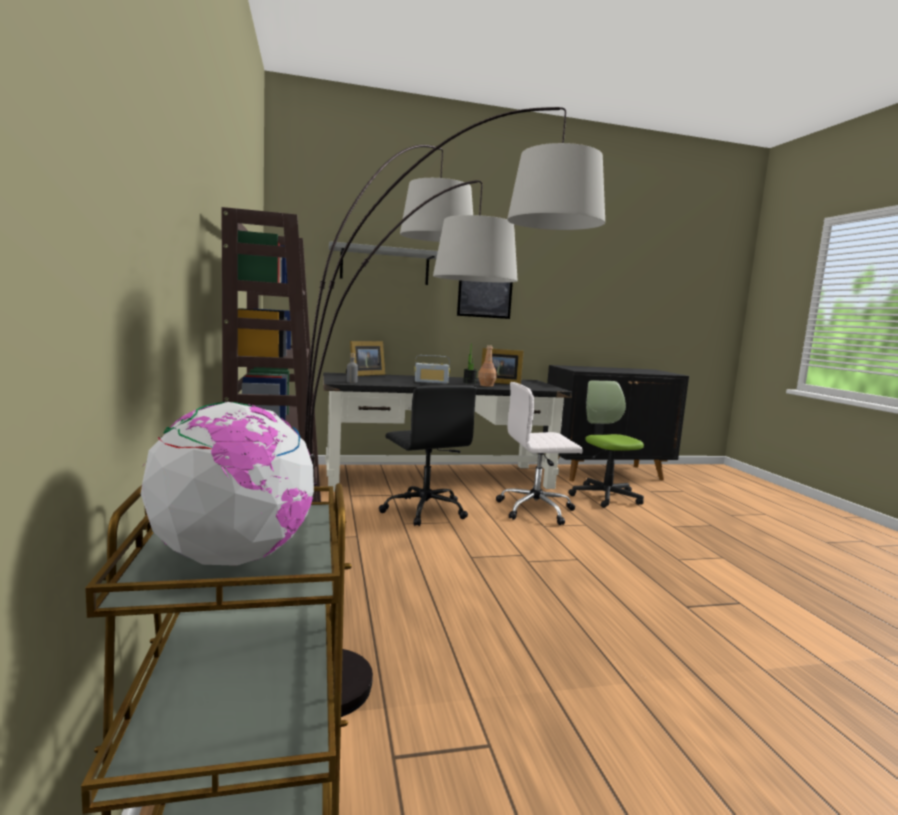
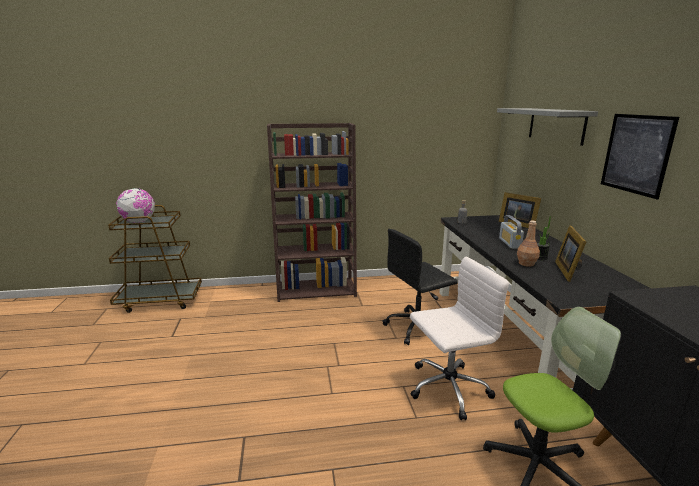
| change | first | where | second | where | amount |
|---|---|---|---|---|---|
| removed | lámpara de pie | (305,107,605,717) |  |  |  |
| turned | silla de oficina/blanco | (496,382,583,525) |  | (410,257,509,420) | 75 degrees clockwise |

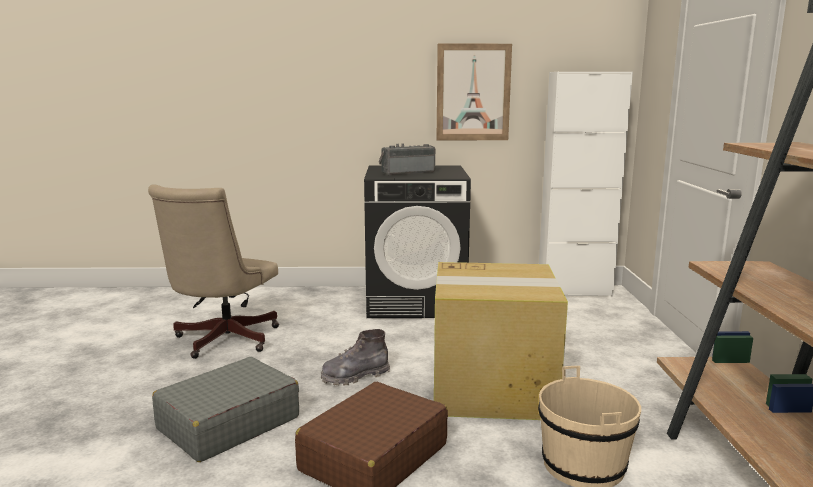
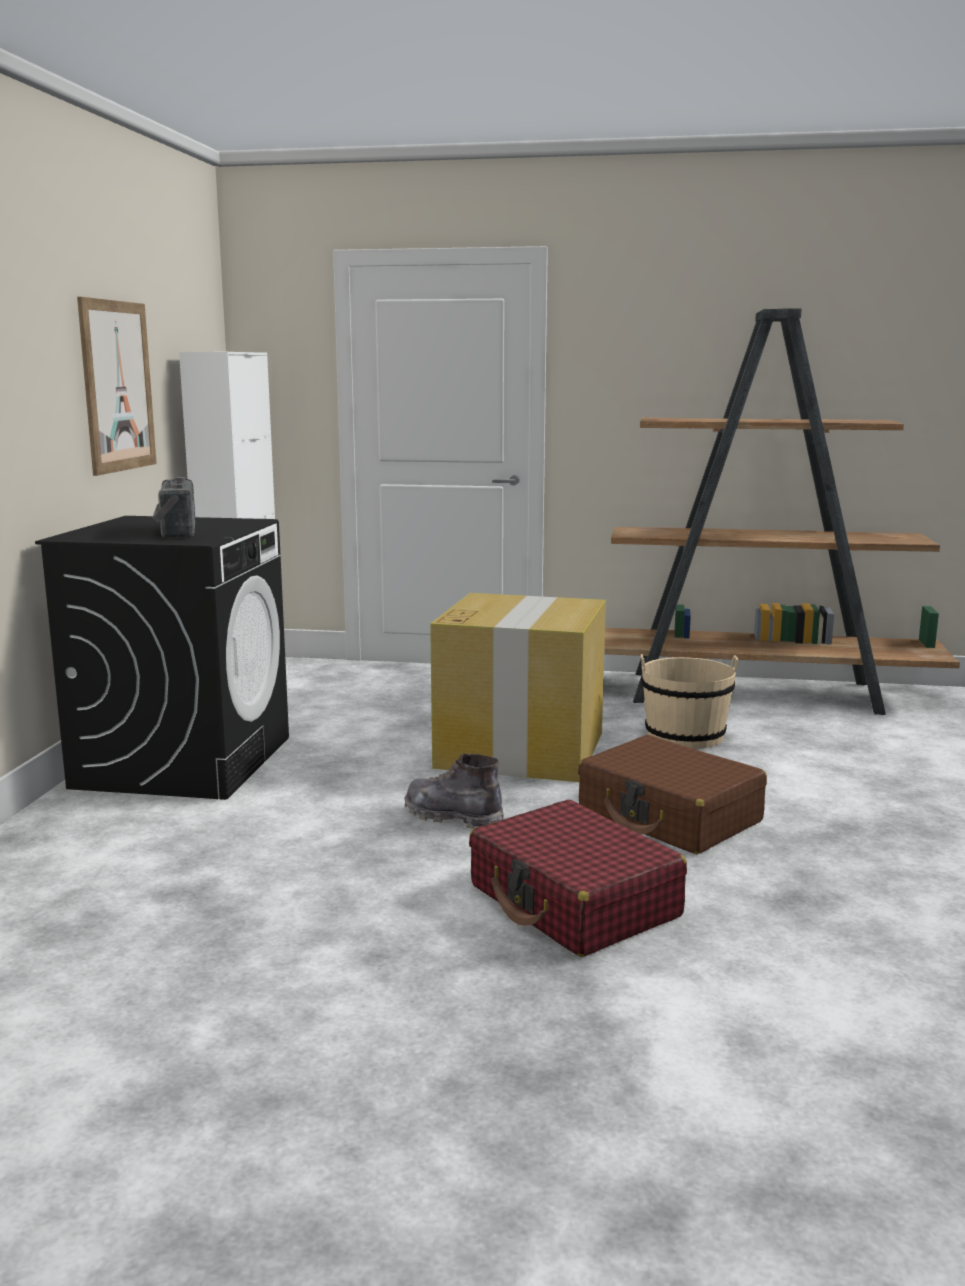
| change | first | where | second | where | amount |
|---|---|---|---|---|---|
| removed | silla de oficina/beis | (148,185,279,359) |  |  |  |
| recoloured | maleta/gris | (152,357,299,462) | maleta/rojo | (469,800,687,957) |  |
| turned | bota/gris | (321,329,390,386) |  | (405,753,504,829) | 135 degrees clockwise |

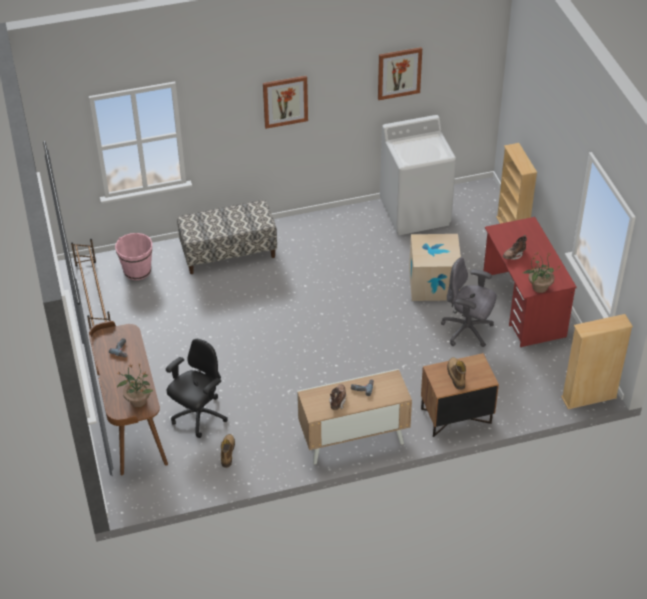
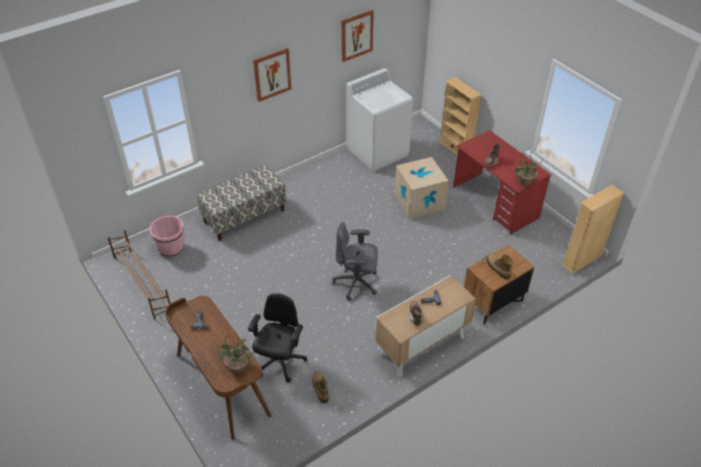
| change | first | where | second | where | amount |
|---|---|---|---|---|---|
| moved | silla de oficina/gris | (441,257,497,347) |  | (332,222,378,301) |  |

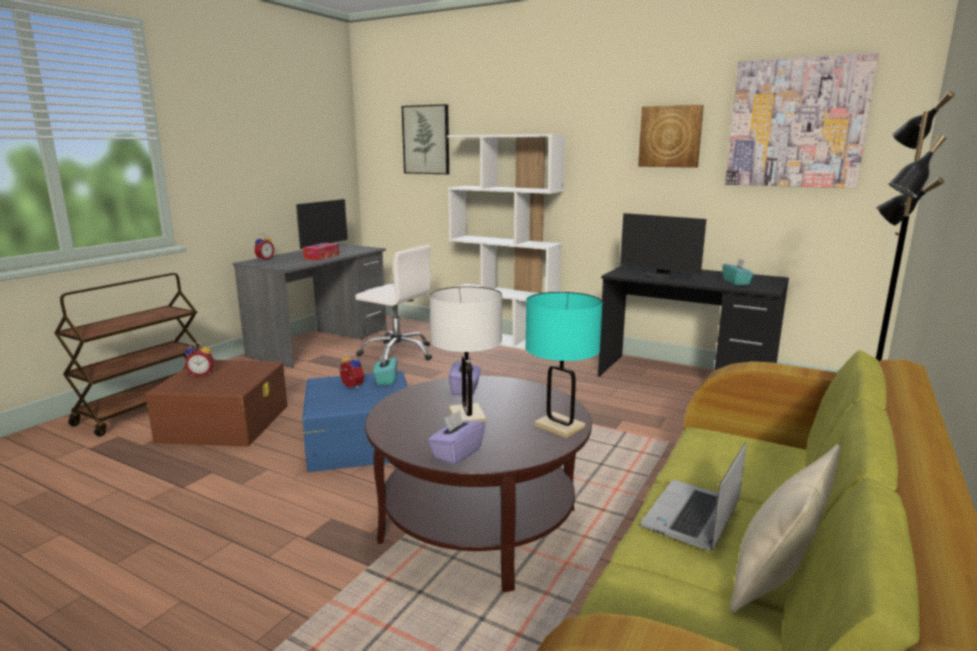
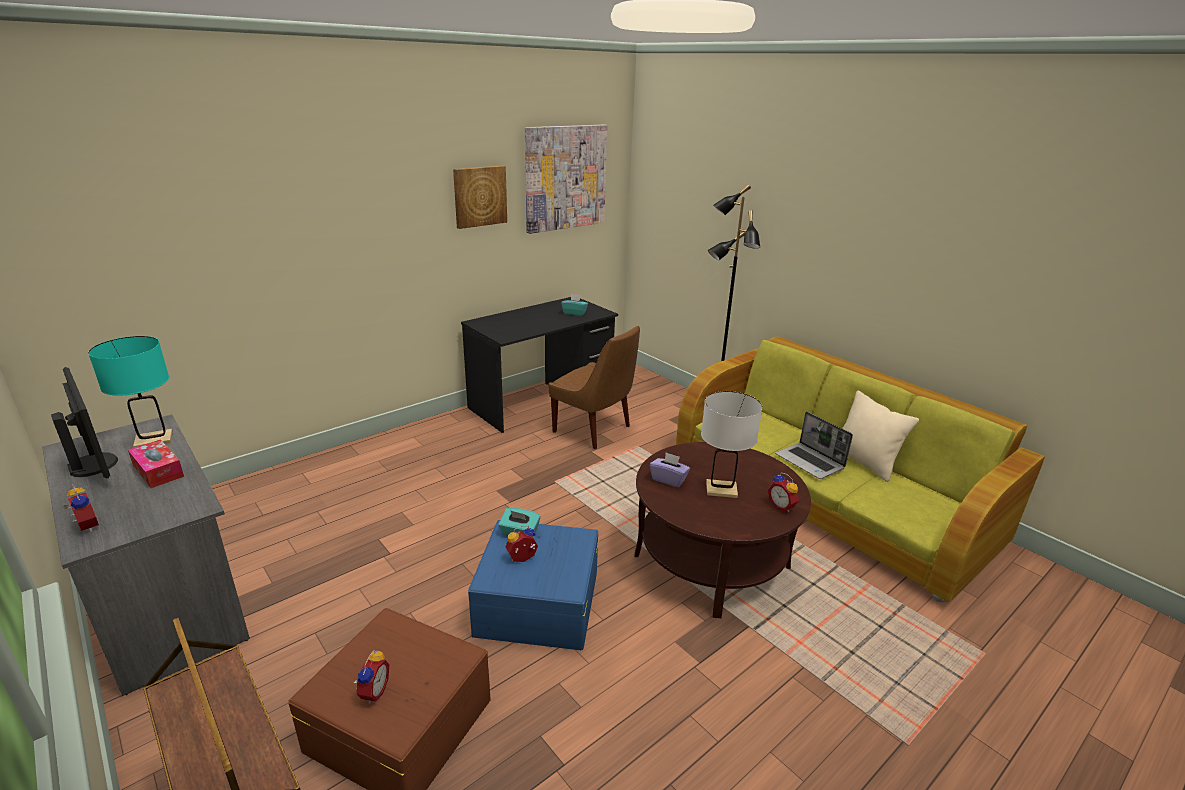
| change | first | where | second | where | amount |
|---|---|---|---|---|---|
| removed | silla de oficina/blanco | (355,245,432,361) |  |  |  |
| removed | cuadro | (402,104,449,174) |  |  |  |
| removed | estantería/blanco | (447,134,565,350) |  |  |  |
| removed | monitor | (620,213,706,279) |  |  |  |
| added |  |  | silla/marrón | (549,326,640,449) |  |
| moved | lámpara de mesa/turquesa | (525,292,603,438) |  | (88,336,173,448) |  |
| replaced | caja de pañuelos/morado | (428,410,485,465) | despertador | (768,472,799,512) |  |

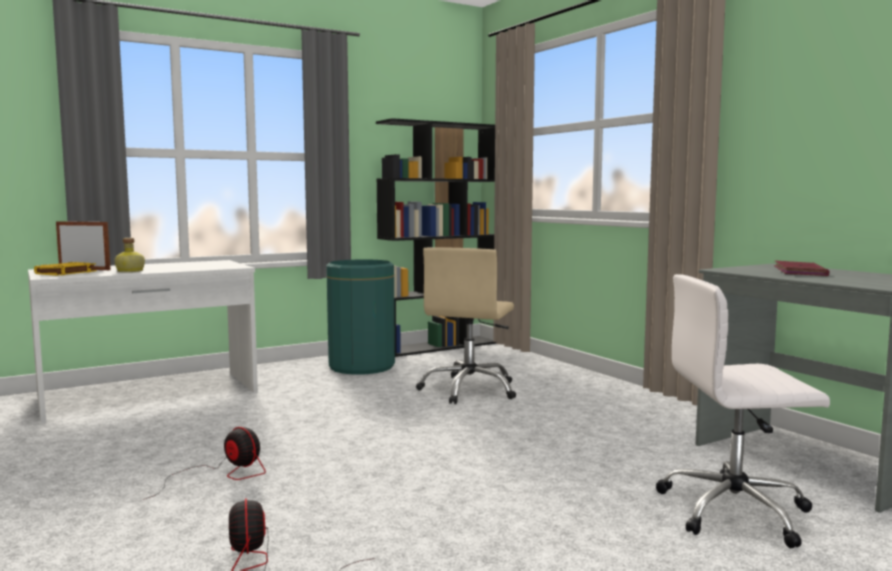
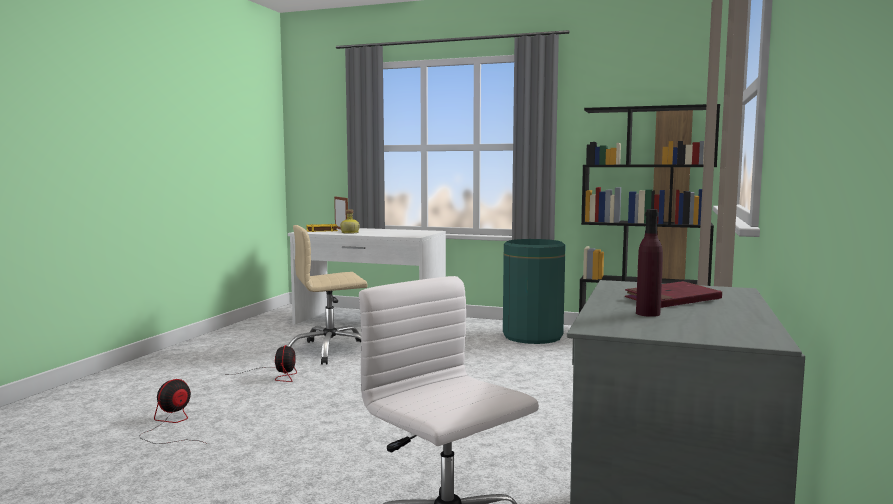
| change | first | where | second | where | amount |
|---|---|---|---|---|---|
| added |  |  | botella/morado | (636,209,663,317) |  |
| moved | silla de oficina/beis | (416,247,516,404) |  | (288,225,367,365) |  |

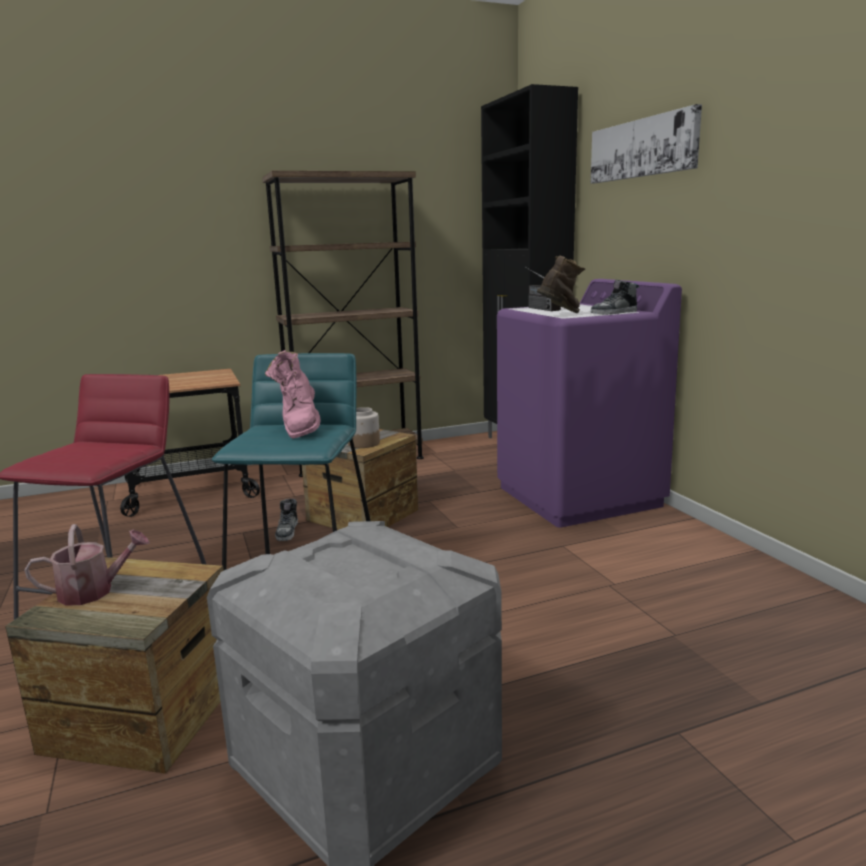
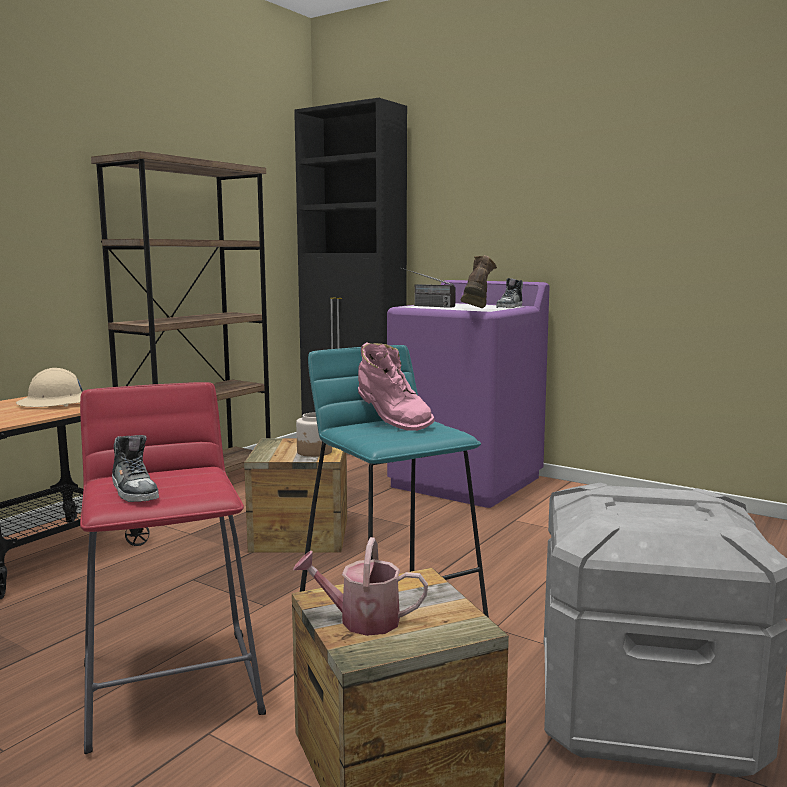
| change | first | where | second | where | amount |
|---|---|---|---|---|---|
| removed | cuadro | (591,104,702,183) |  |  |  |
| added |  |  | casco/beis | (16,368,83,407) |  |
| moved | zapato | (275,498,298,541) |  | (112,435,159,502) |  |
| turned | regadera | (24,524,150,606) |  | (293,537,428,636) | 120 degrees counterclockwise |

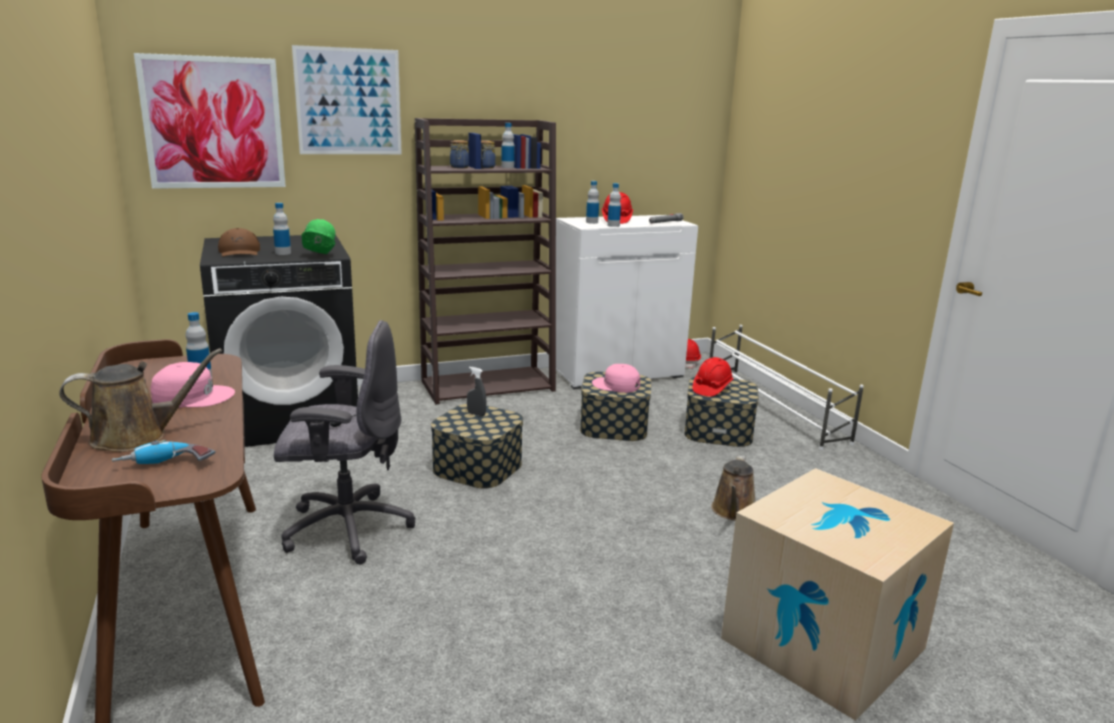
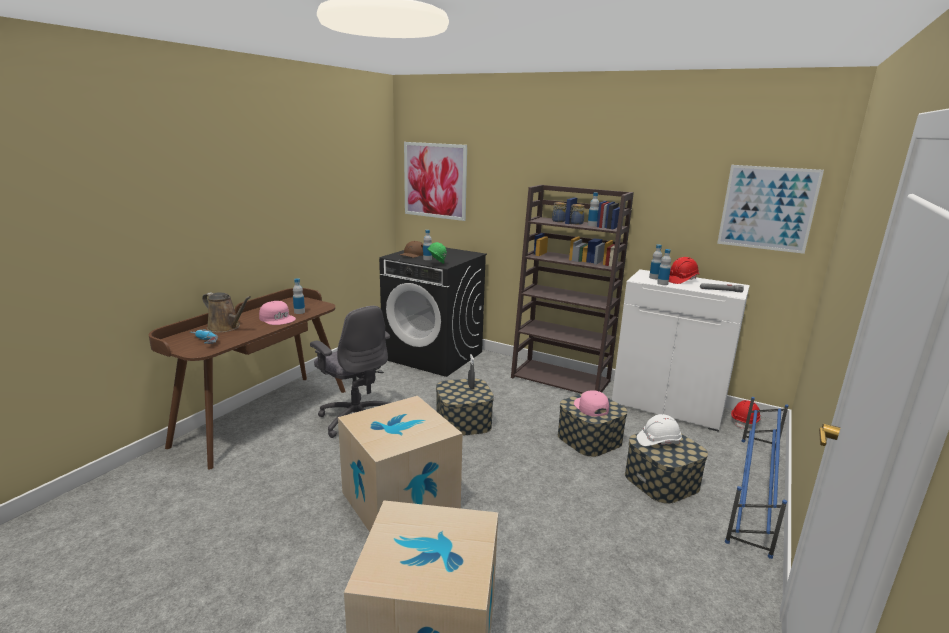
| change | first | where | second | where | amount |
|---|---|---|---|---|---|
| removed | regadera/marrón | (711,456,755,521) |  |  |  |
| added |  |  | caja de cartón | (338,396,463,532) |  |
| moved | cuadro | (292,45,402,154) |  | (717,165,824,254) |  |
| recoloured | casco/rojo | (692,357,733,397) | casco/blanco | (637,414,682,446) |  |
| recoloured | zapatero/blanco | (710,325,864,450) | zapatero/azul | (725,397,789,559) |  |

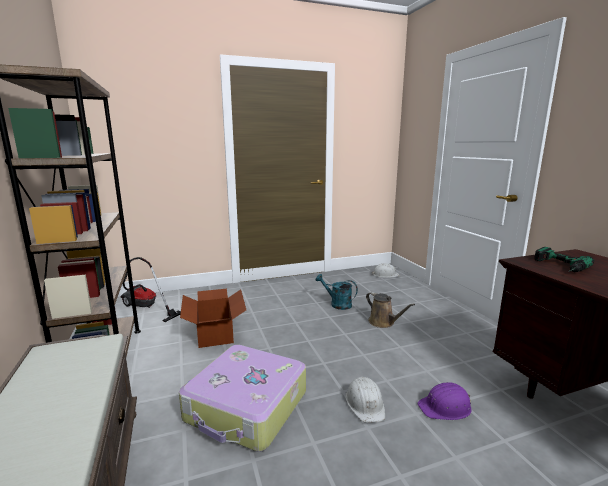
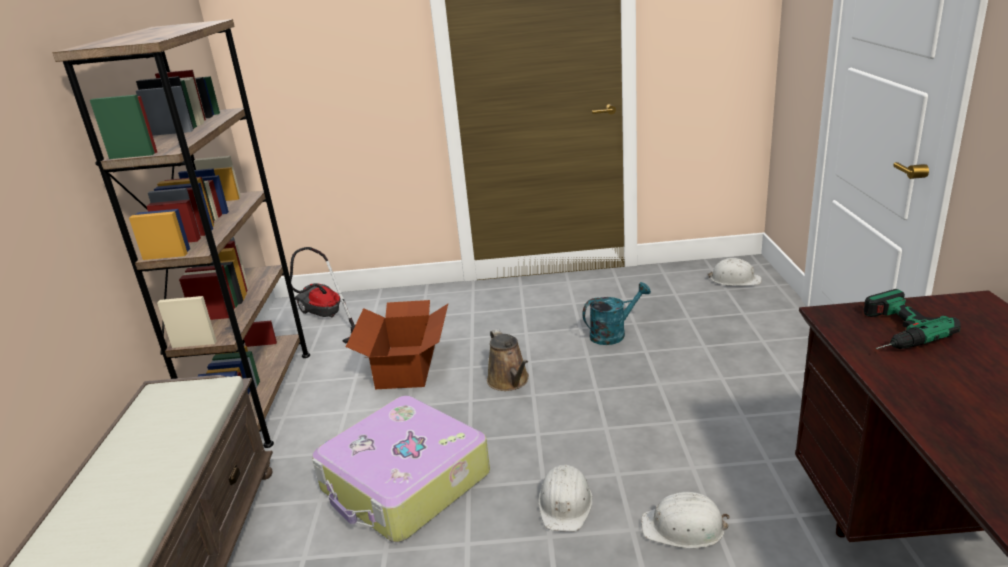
| change | first | where | second | where | amount |
|---|---|---|---|---|---|
| moved | regadera/marrón | (366,292,415,328) |  | (487,329,529,391) |  |
| recoloured | casco/morado | (418,383,472,420) | casco/blanco | (641,492,730,549) |  |
| turned | regadera/turquesa | (316,274,358,310) |  | (582,282,651,345) | 105 degrees clockwise |

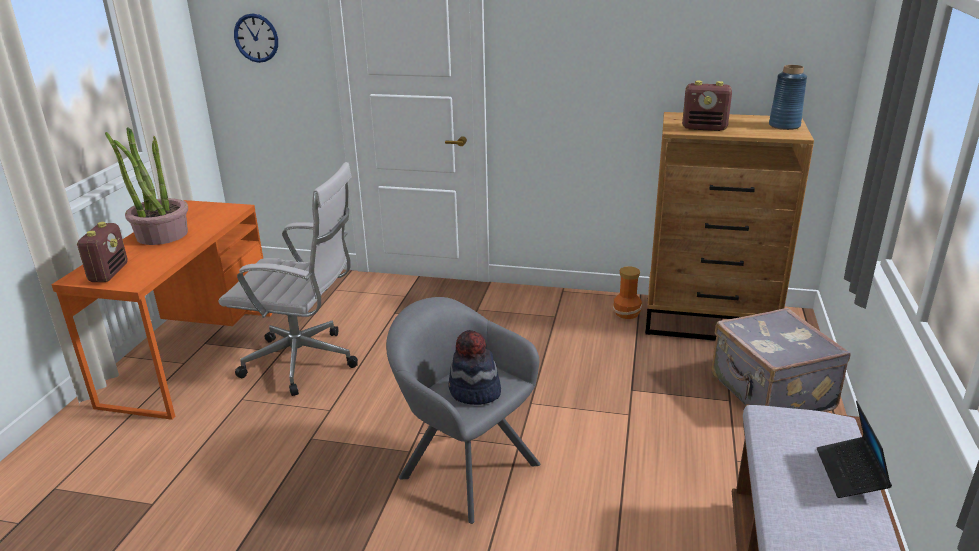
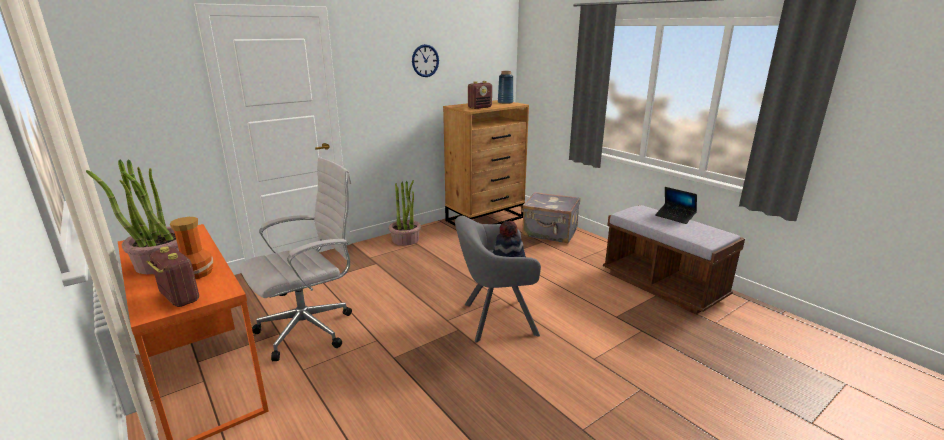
| change | first | where | second | where | amount |
|---|---|---|---|---|---|
| added |  |  | planta en maceta | (389,180,421,246) |  |
| moved | reloj de pared | (234,13,278,63) |  | (412,44,439,77) |  |
| moved | florero | (613,266,642,319) |  | (170,217,213,279) |  |

